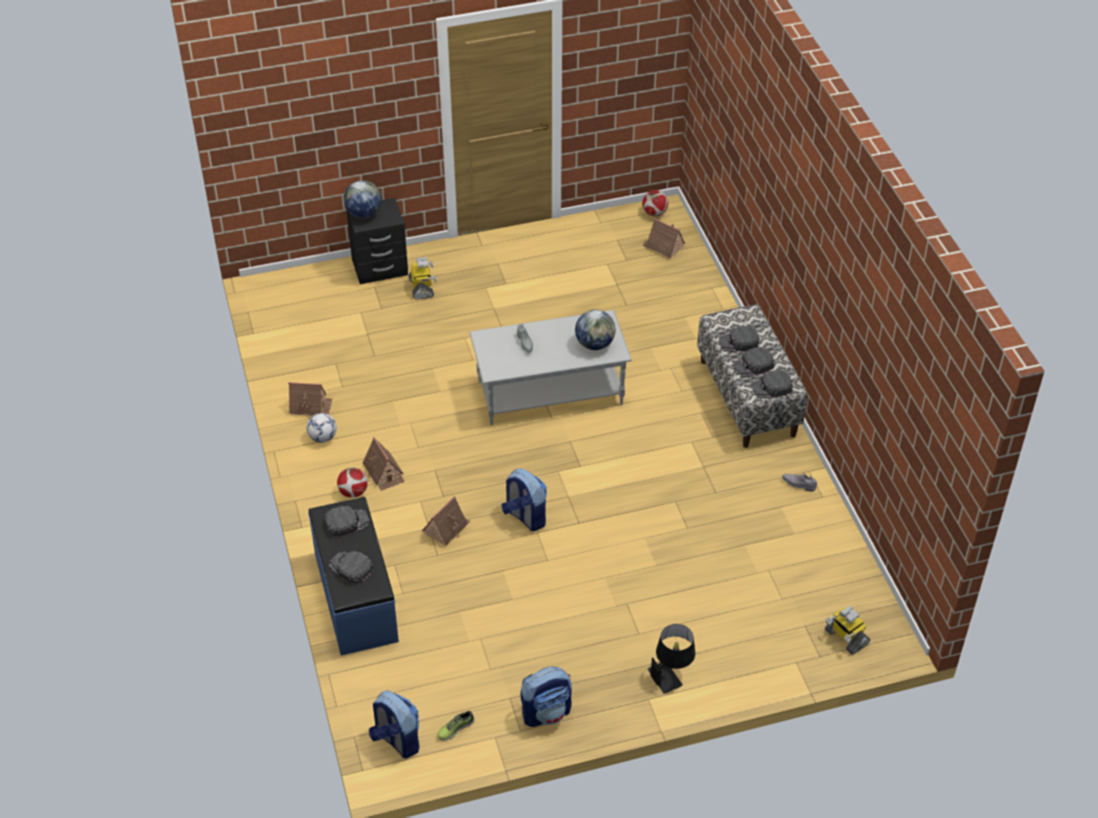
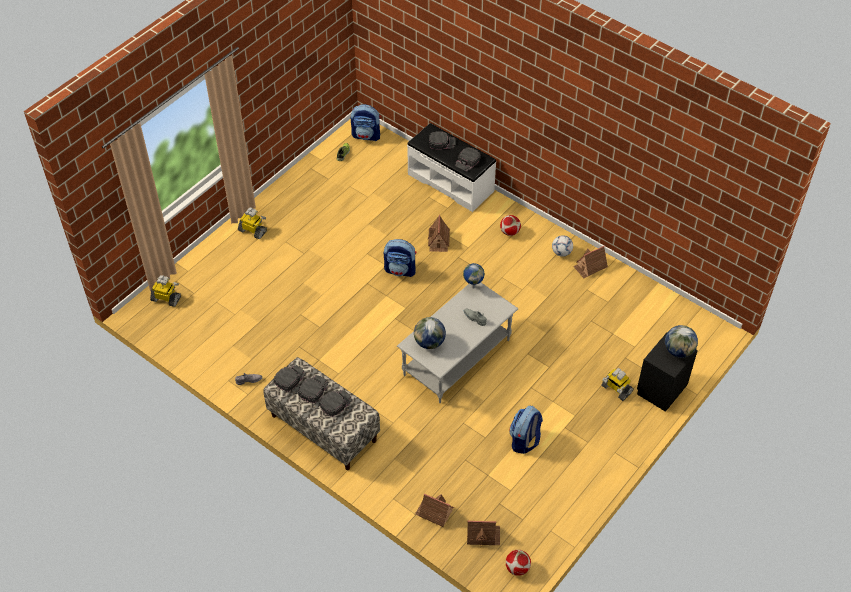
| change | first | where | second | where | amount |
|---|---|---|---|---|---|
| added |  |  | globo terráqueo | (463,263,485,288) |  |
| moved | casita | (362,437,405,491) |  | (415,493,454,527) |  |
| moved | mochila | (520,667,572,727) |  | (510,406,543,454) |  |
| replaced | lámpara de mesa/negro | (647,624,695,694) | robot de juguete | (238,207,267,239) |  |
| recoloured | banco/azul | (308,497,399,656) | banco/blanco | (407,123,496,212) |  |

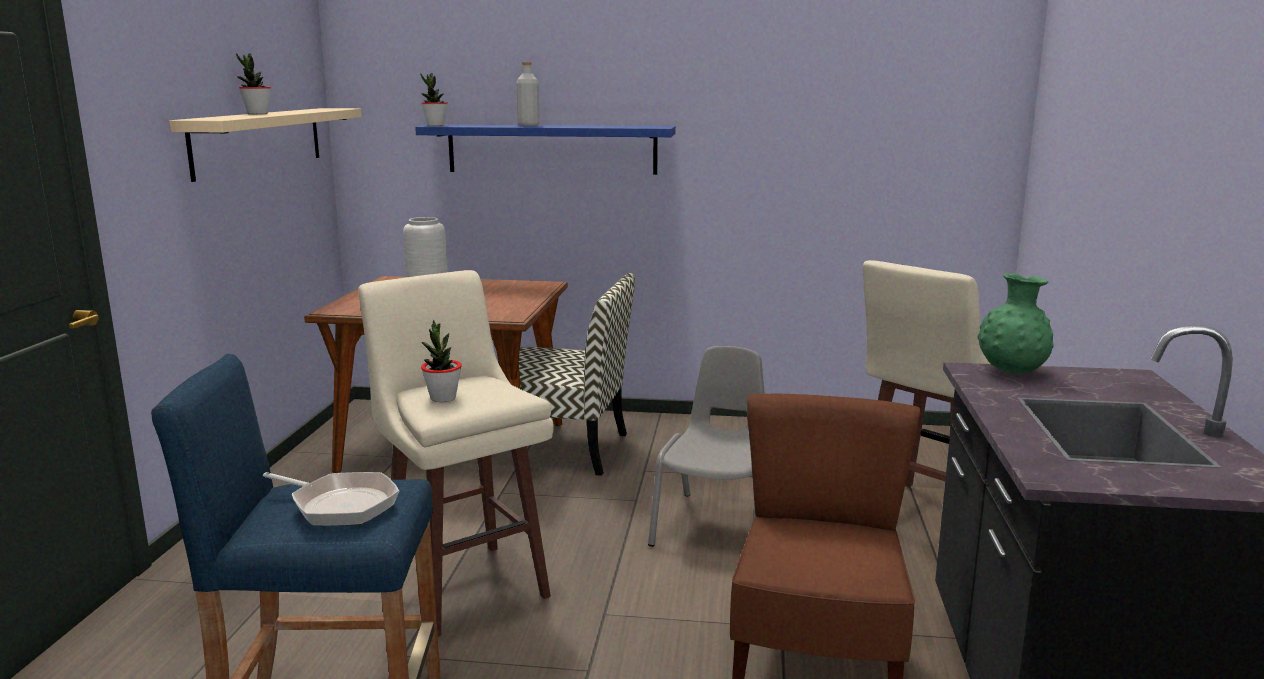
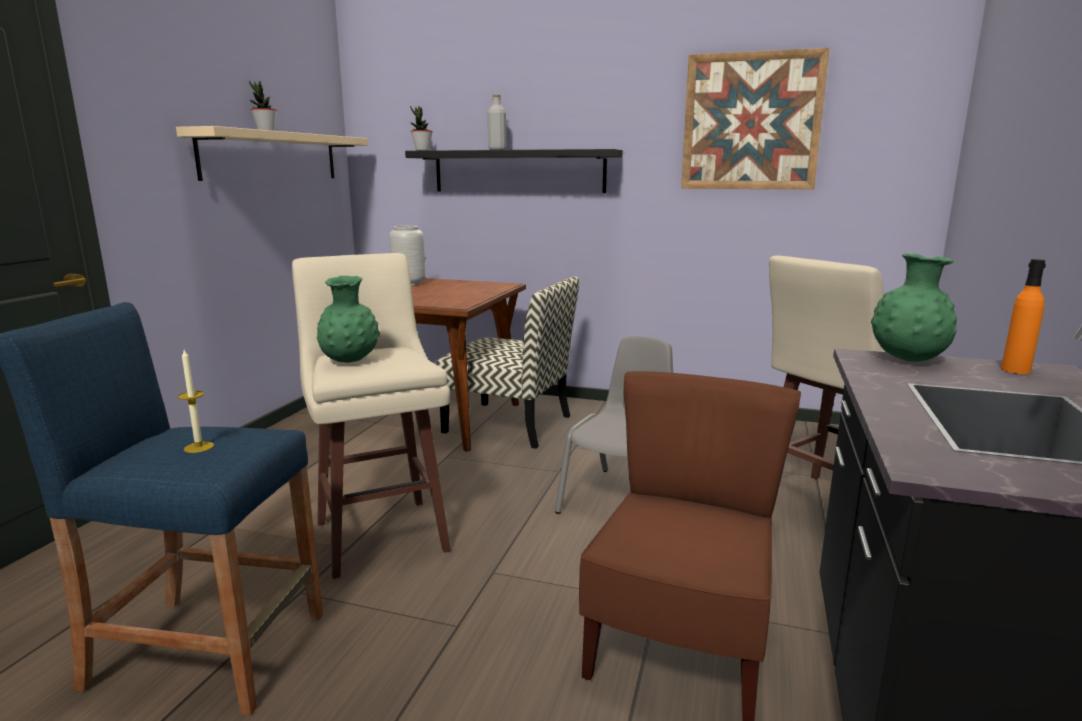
| change | first | where | second | where | amount |
|---|---|---|---|---|---|
| added |  |  | cuadro | (681,48,830,190) |  |
| added |  |  | botella/naranja | (1001,259,1046,374) |  |
| replaced | sartén | (263,472,399,526) | vela | (178,350,214,453) |  |
| replaced | planta en maceta | (421,320,462,402) | florero/verde | (317,276,380,363) |  |
| recoloured | estante/azul | (415,124,676,175) | estante/negro | (405,149,623,193) |  |

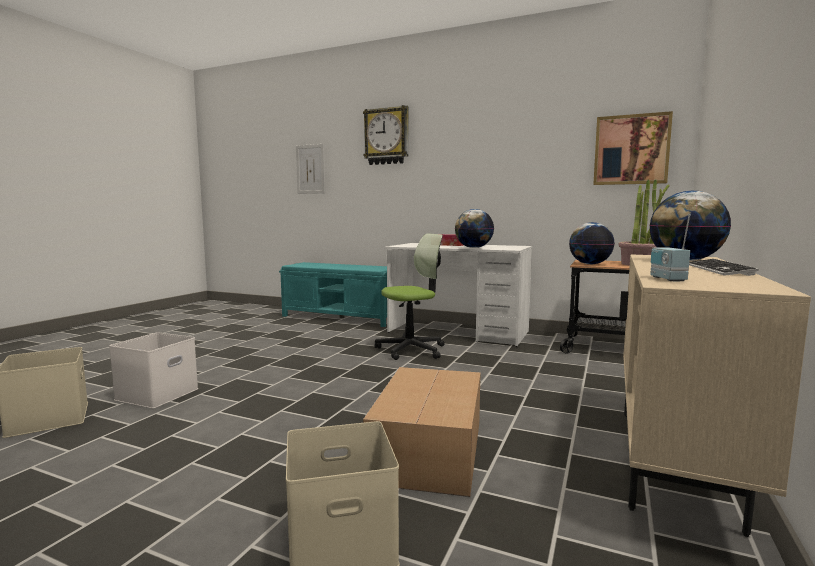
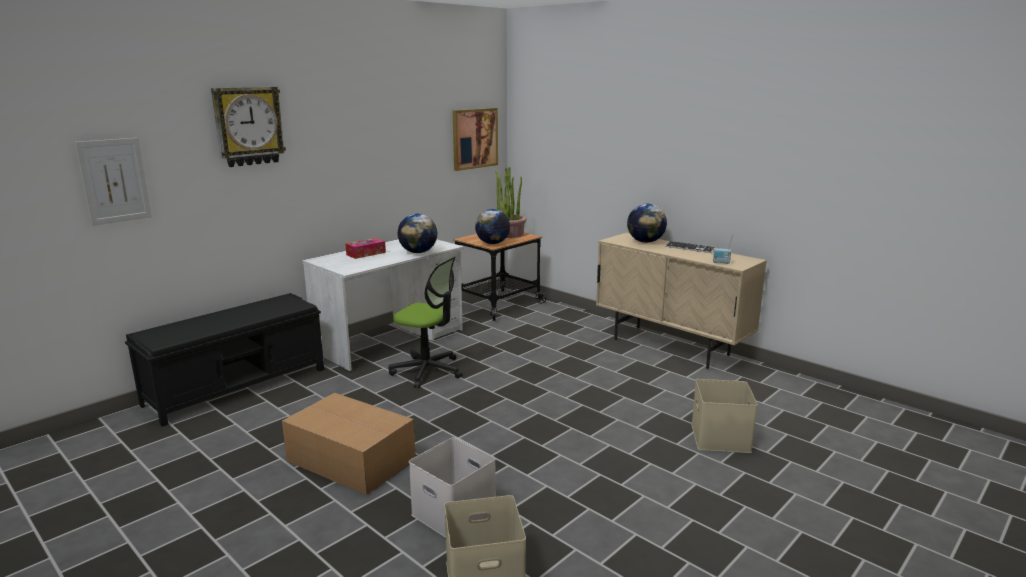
| change | first | where | second | where | amount |
|---|---|---|---|---|---|
| moved | caja de cartón | (363,367,481,497) |  | (282,393,416,495) |  |
| recoloured | banco/turquesa | (279,262,387,327) | banco/negro | (125,293,324,427) |  |
| turned | silla de oficina | (375,233,445,360) |  | (389,257,462,388) | 120 degrees clockwise |

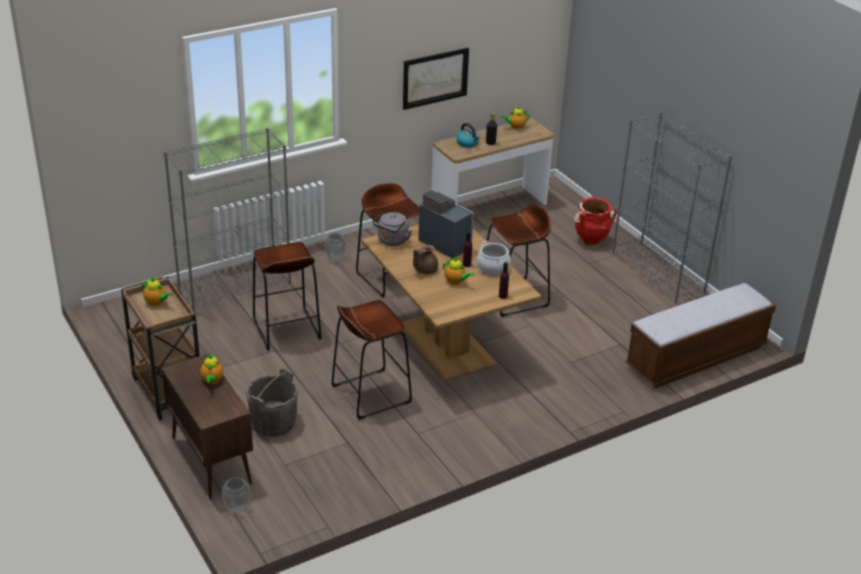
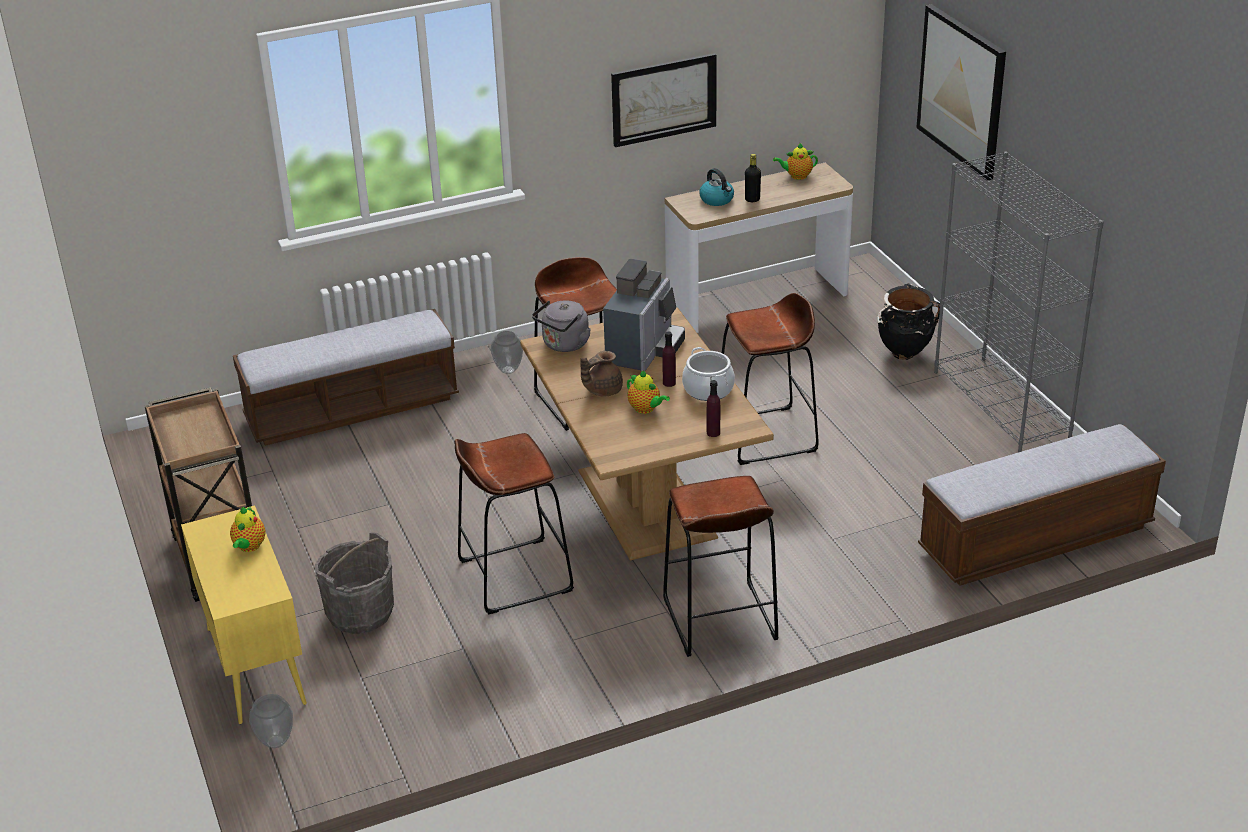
| change | first | where | second | where | amount |
|---|---|---|---|---|---|
| removed | tetera | (142,277,173,306) |  |  |  |
| added |  |  | cuadro | (916,4,1006,181) |  |
| moved | taburete/marrón | (253,242,321,350) |  | (663,476,779,657) |  |
| replaced | estantería/gris | (164,128,291,313) | banco | (233,309,459,446) |  |
| recoloured | armario/marrón | (161,354,253,499) | armario/amarillo | (181,506,307,724) |  |
| recoloured | florero/rojo | (574,196,617,246) | florero/negro | (877,283,940,360) |  |
| turned | cafetera | (418,190,474,259) |  | (603,259,685,371) | 60 degrees clockwise |

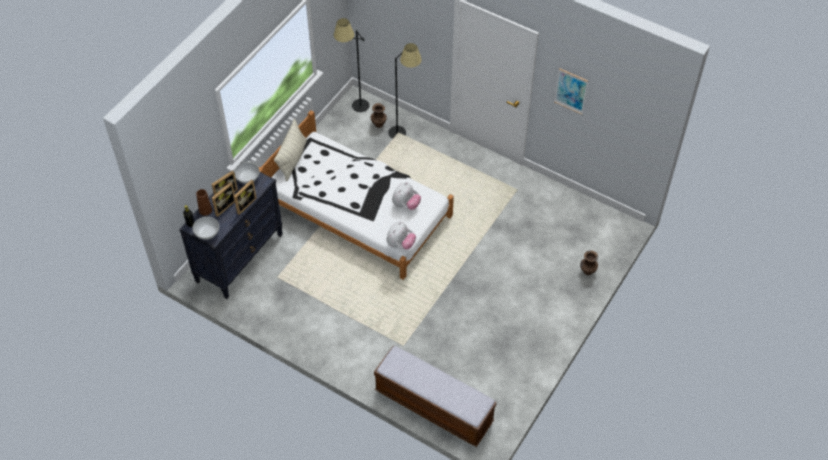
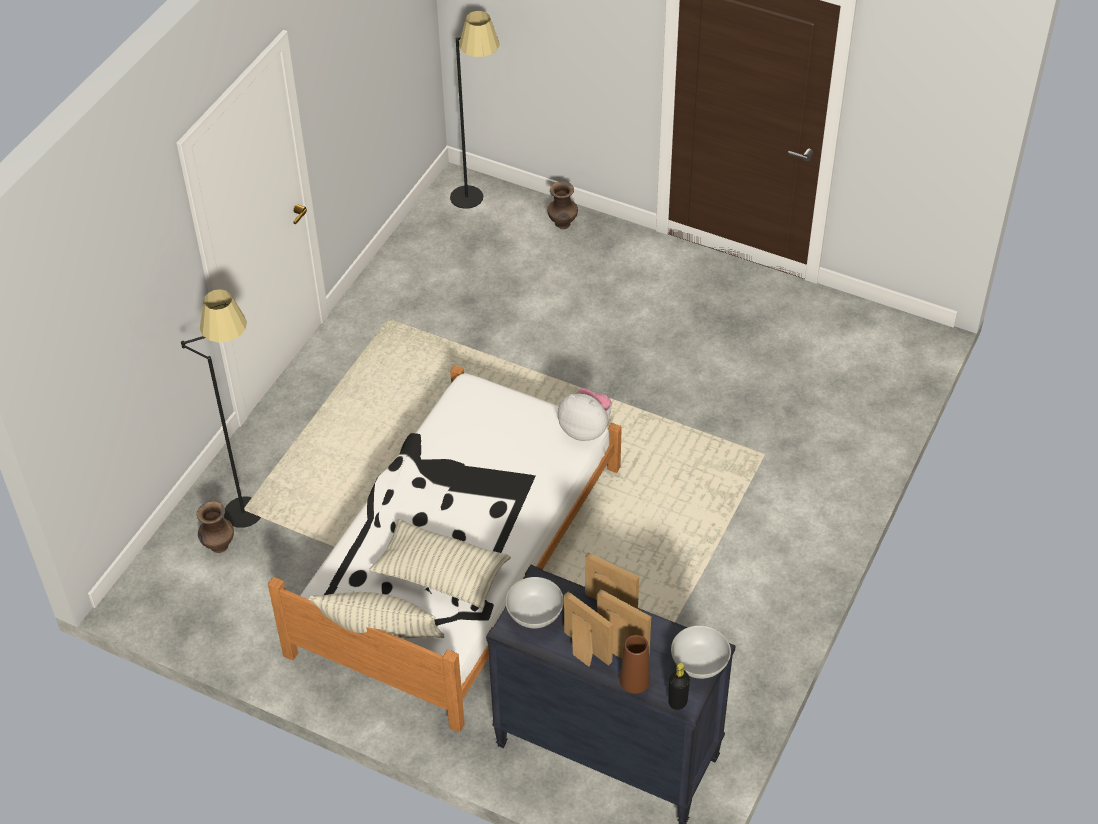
| change | first | where | second | where | amount |
|---|---|---|---|---|---|
| removed | banco | (374,346,496,447) |  |  |  |
| removed | peluche | (392,182,421,210) |  |  |  |
| removed | cuadro | (554,68,588,114) |  |  |  |
| added |  |  | cojín | (369,519,511,608) |  |
| moved | lámpara de pie/negro | (333,18,369,112) |  | (450,11,500,209) |  |

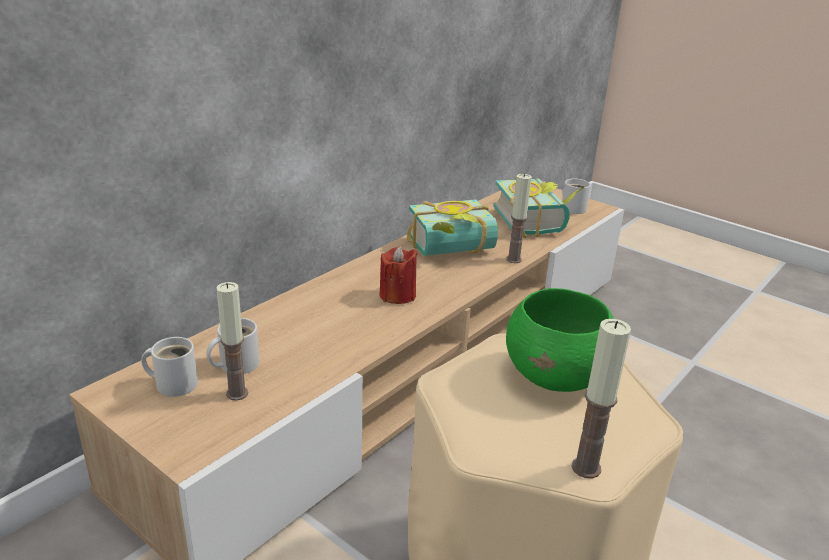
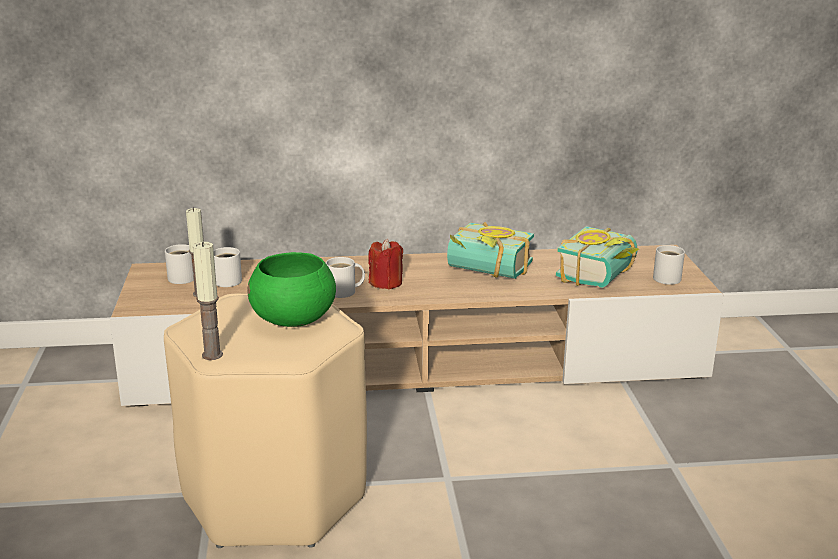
| change | first | where | second | where | amount |
|---|---|---|---|---|---|
| removed | vela | (506,173,532,263) |  |  |  |
| added |  |  | taza grande/blanco | (326,257,365,298) |  |

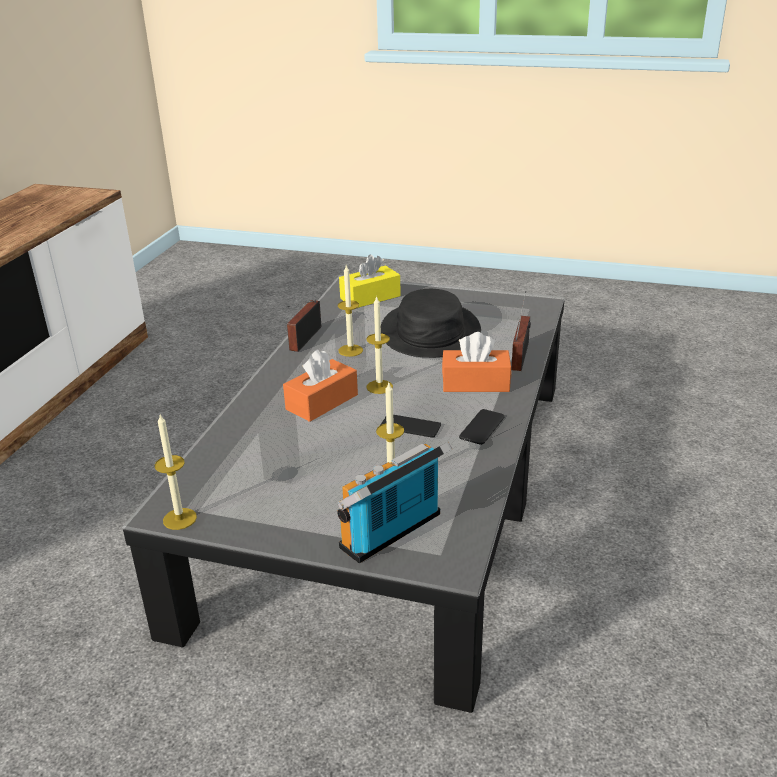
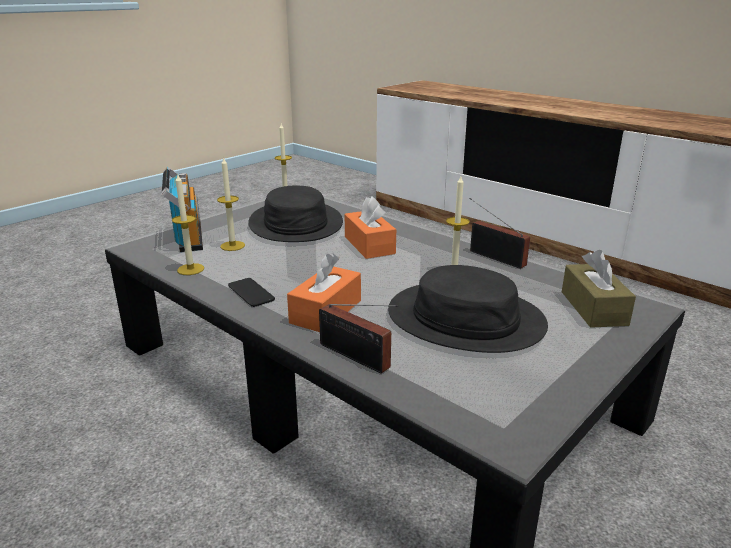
| change | first | where | second | where | amount |
|---|---|---|---|---|---|
| removed | móvil | (381,415,441,438) |  |  |  |
| added |  |  | sombrero/negro | (248,186,343,242) |  |
| moved | vela | (366,295,393,394) |  | (172,175,204,275) |  |
| recoloured | caja de pañuelos/amarillo | (339,255,401,308) | caja de pañuelos/marrón | (562,250,636,328) |  |

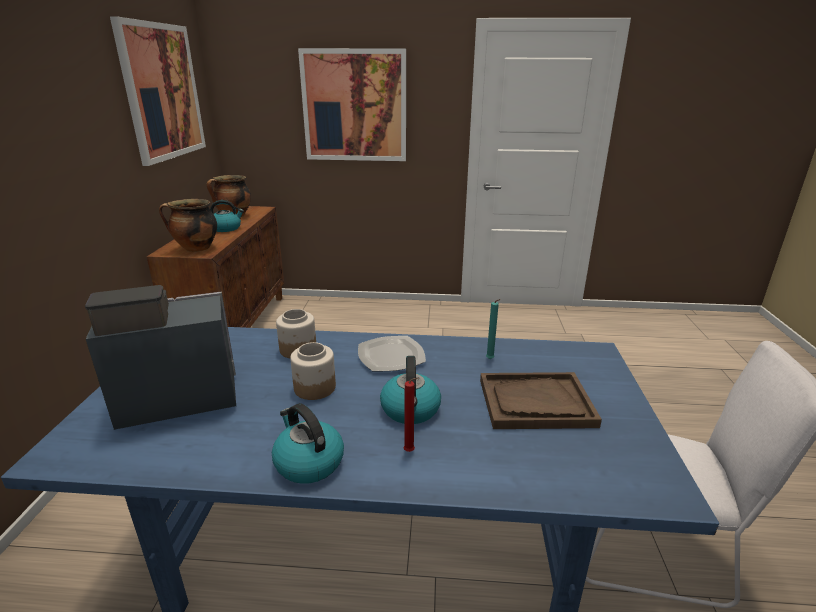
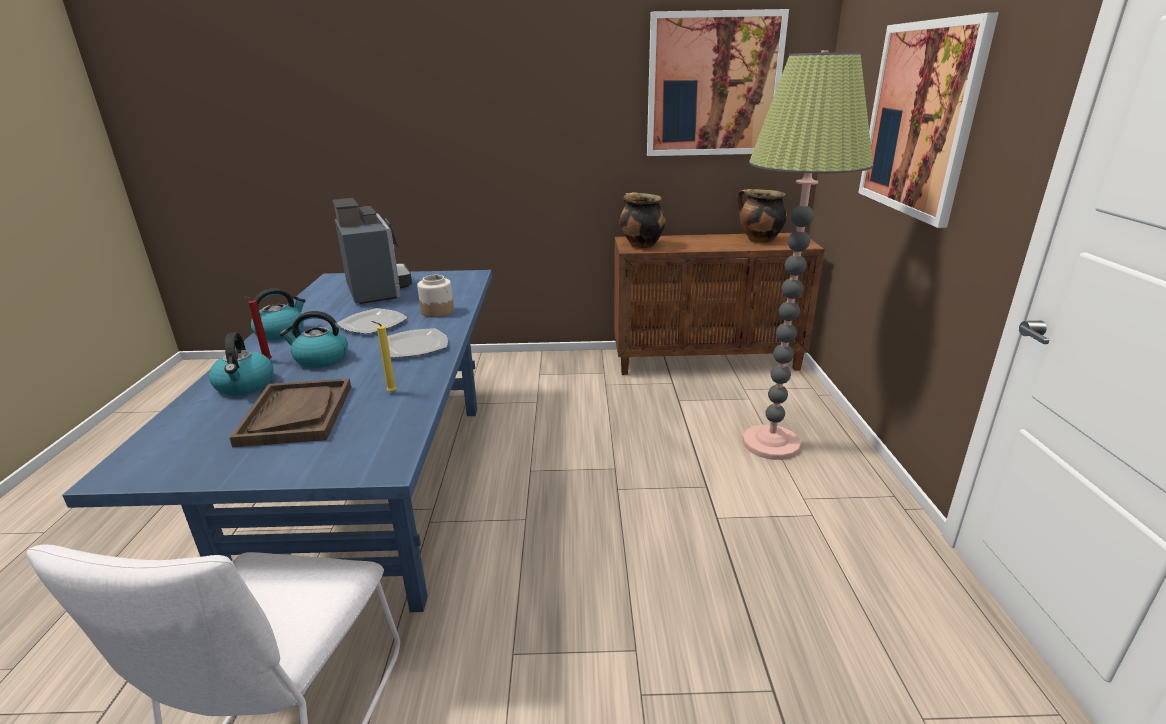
| change | first | where | second | where | amount |
|---|---|---|---|---|---|
| added |  |  | lámpara de pie | (743,50,873,460) |  |
| moved | hervidor | (210,200,244,232) |  | (209,332,273,395) |  |
| replaced | tarro | (290,342,336,400) | plato | (337,308,408,334) |  |
| recoloured | vela/turquesa | (486,299,500,359) | vela/amarillo | (371,321,397,392) |  |

